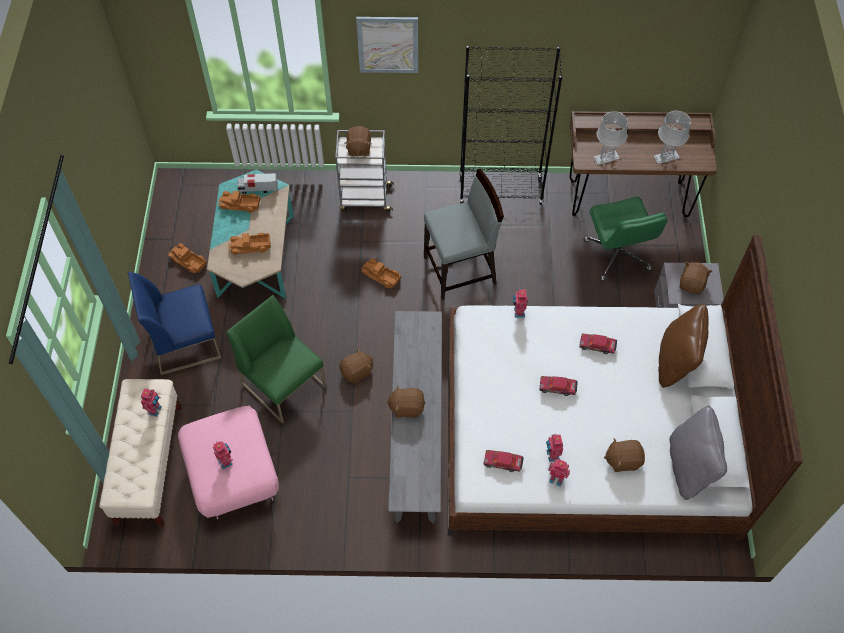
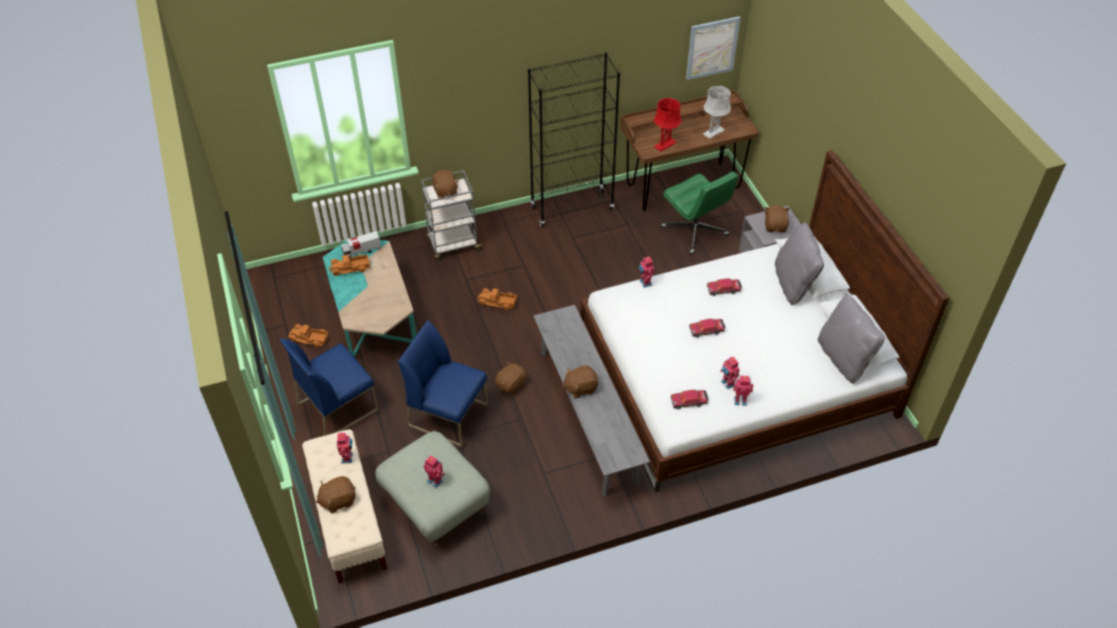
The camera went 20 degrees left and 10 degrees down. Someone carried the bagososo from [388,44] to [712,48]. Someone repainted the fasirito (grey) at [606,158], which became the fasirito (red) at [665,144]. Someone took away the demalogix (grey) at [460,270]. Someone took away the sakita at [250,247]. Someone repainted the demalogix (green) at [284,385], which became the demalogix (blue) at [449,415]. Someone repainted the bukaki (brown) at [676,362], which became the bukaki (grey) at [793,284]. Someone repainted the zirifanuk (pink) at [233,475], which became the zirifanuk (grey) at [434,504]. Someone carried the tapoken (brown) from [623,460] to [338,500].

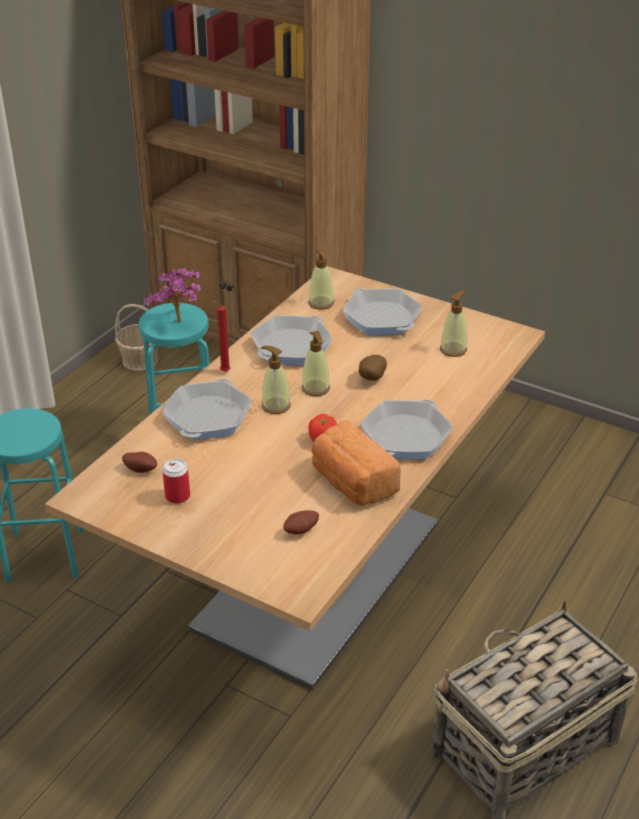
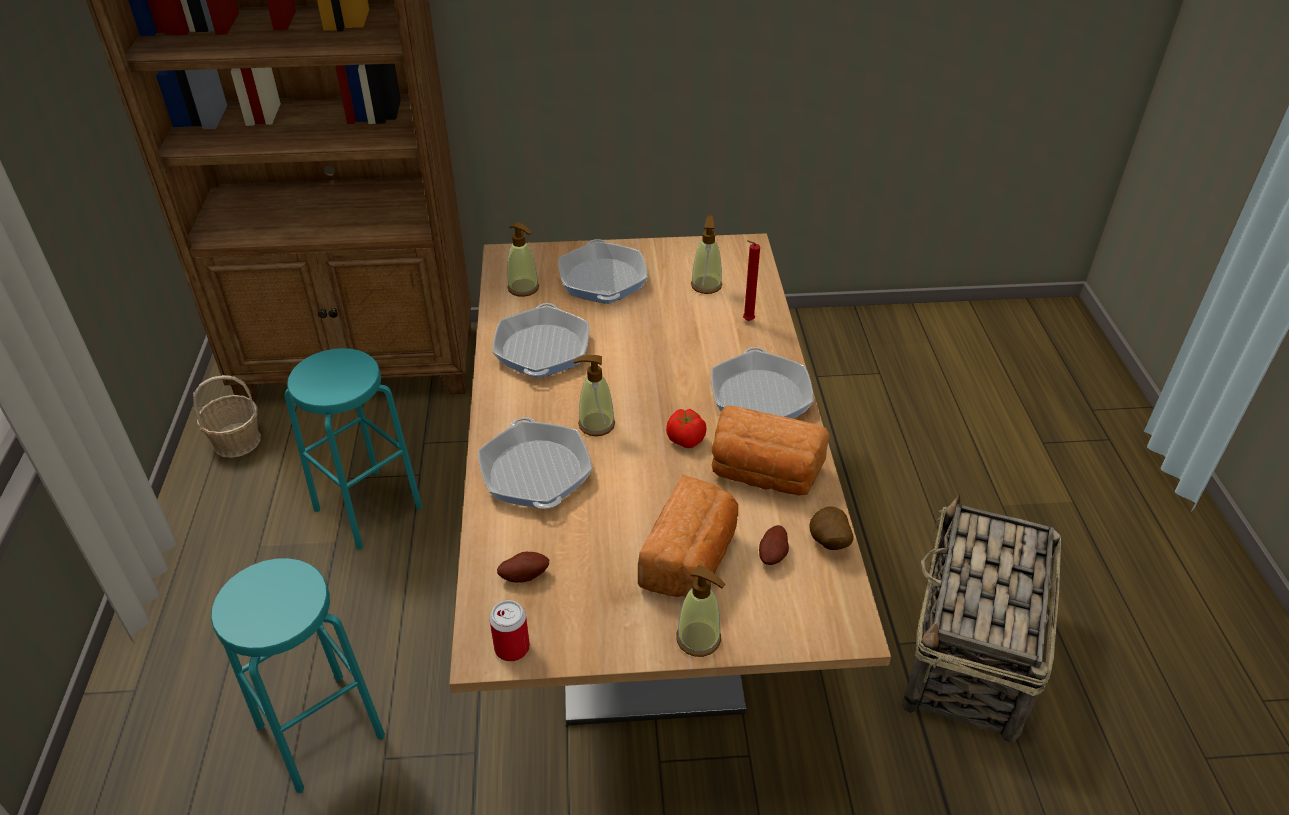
The camera went 35 degrees left and 5 degrees up. Someone took away the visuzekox at [180,324]. Someone rotated the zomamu at [381,318] by 120 degrees counterclockwise. Someone carried the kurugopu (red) from [223,371] to [746,321]. Someone carried the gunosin from [316,389] to [699,639]. Someone carried the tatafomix from [371,379] to [828,543]. Someone carried the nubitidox from [177,496] to [512,648]. Someone put down the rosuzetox at [691,559].

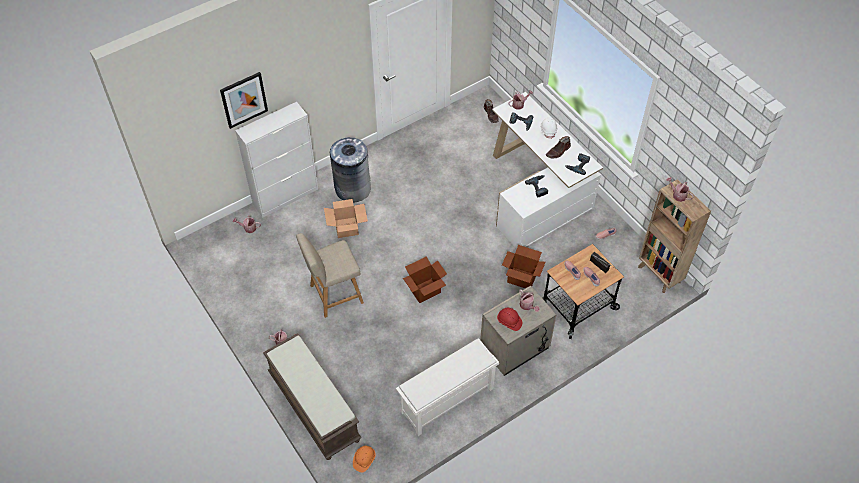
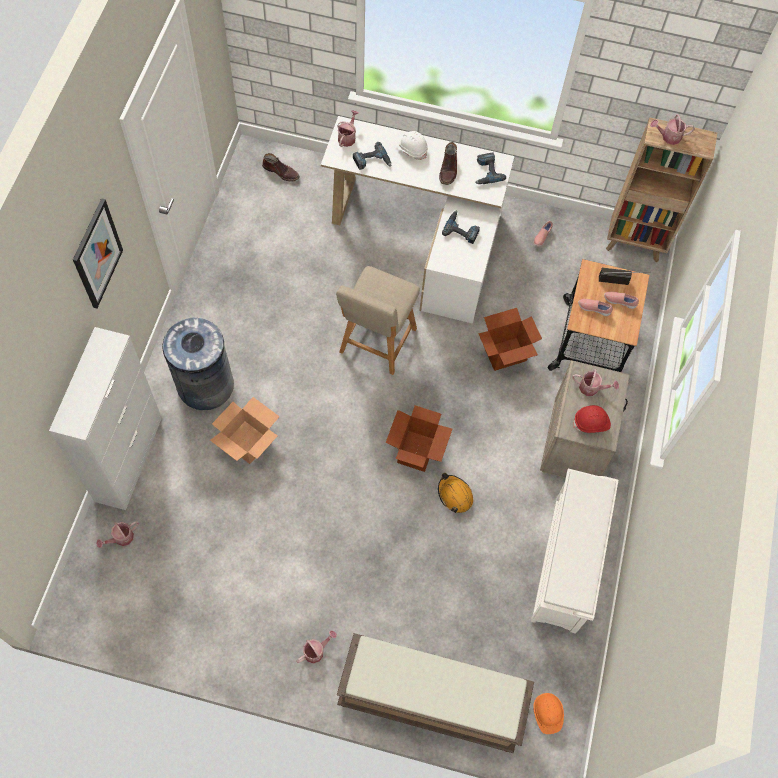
The camera went 45 degrees left and 10 degrees up. Someone carried the bagososo from [244,99] to [97,254]. Someone carried the demalogix (beige) from [334,295] to [376,343]. Someone put down the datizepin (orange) at [455,495].

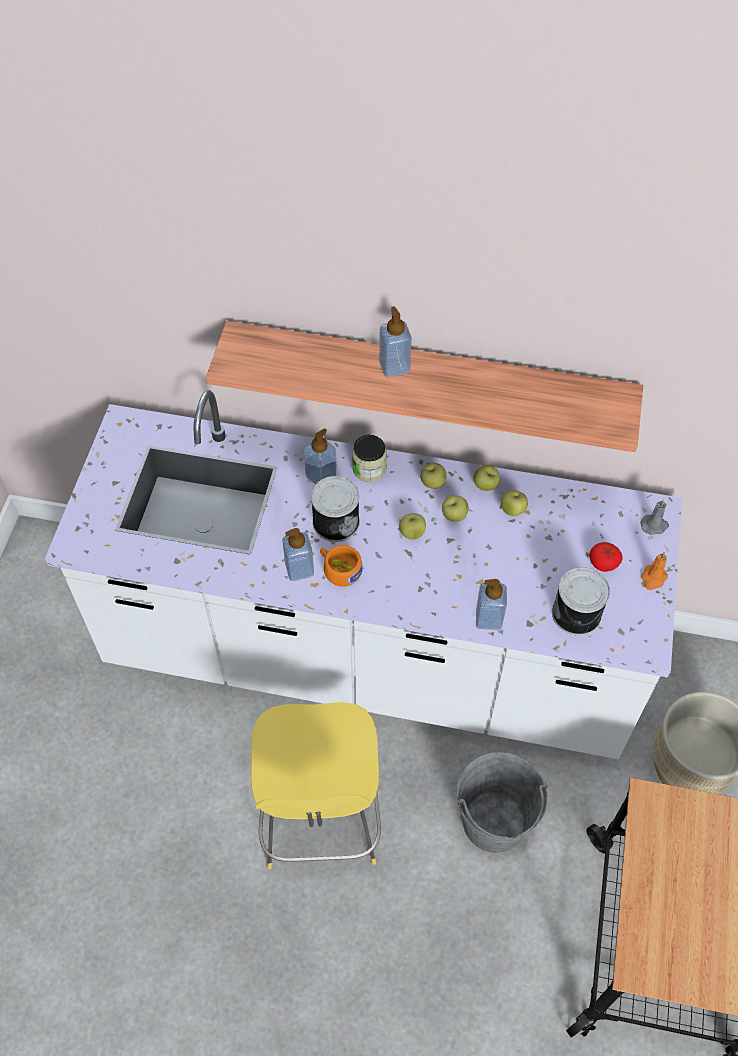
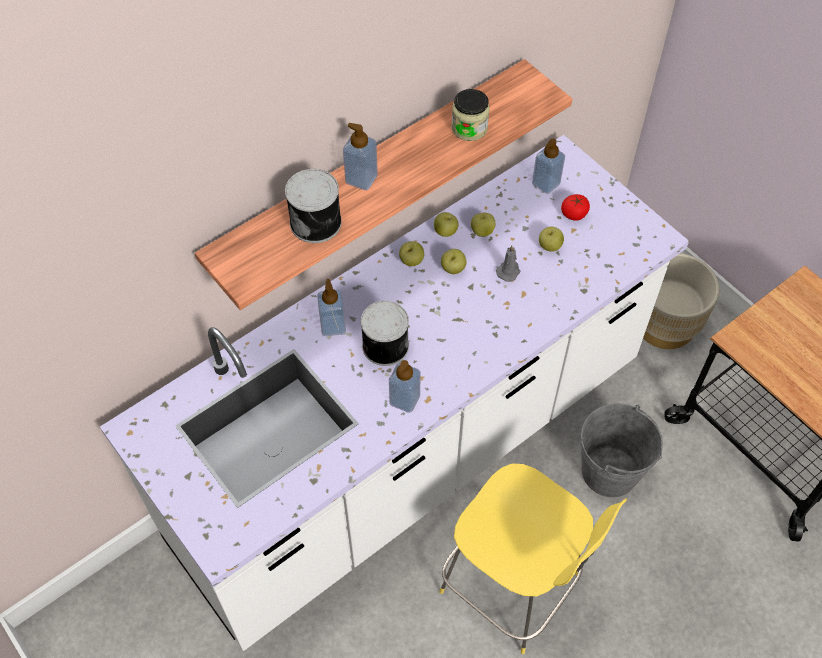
The camera went 50 degrees left and 0 degrees up. Someone carried the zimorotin from [369,468] to [469,128]. Someone carried the kurugopu (grey) from [654,525] to [509,271]. Someone carried the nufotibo from [412,533] to [549,246]. Someone took away the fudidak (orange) at [339,569]. Someone took away the kurugopu (orange) at [653,578]. Someone carried the nubitidox from [577,614] to [317,222]. Someone carried the gunosin from [488,618] to [546,183].

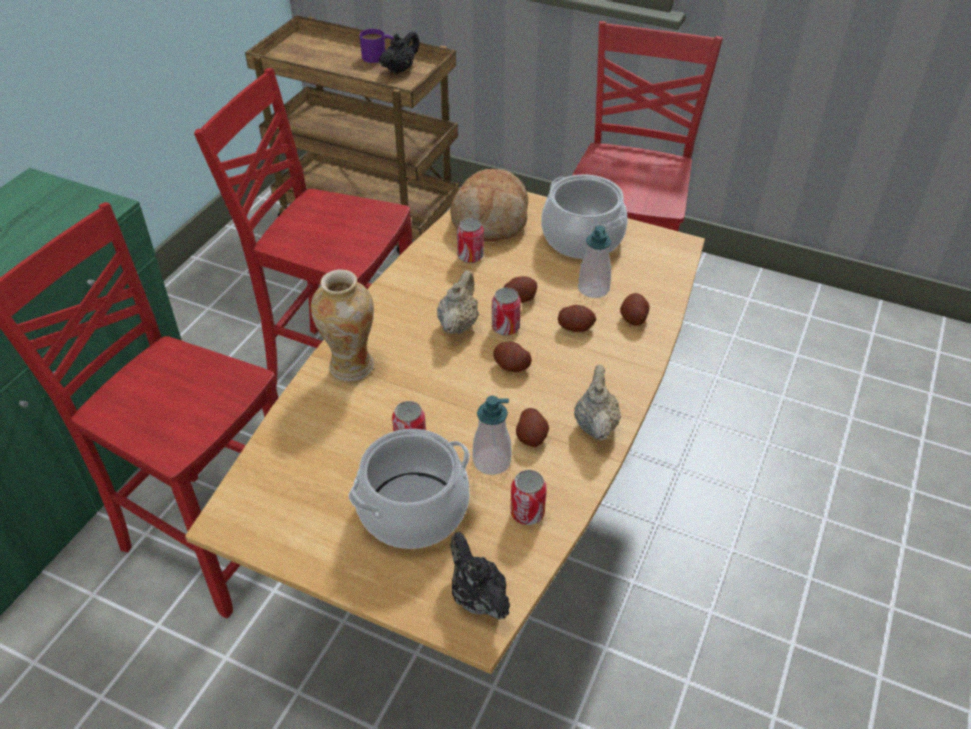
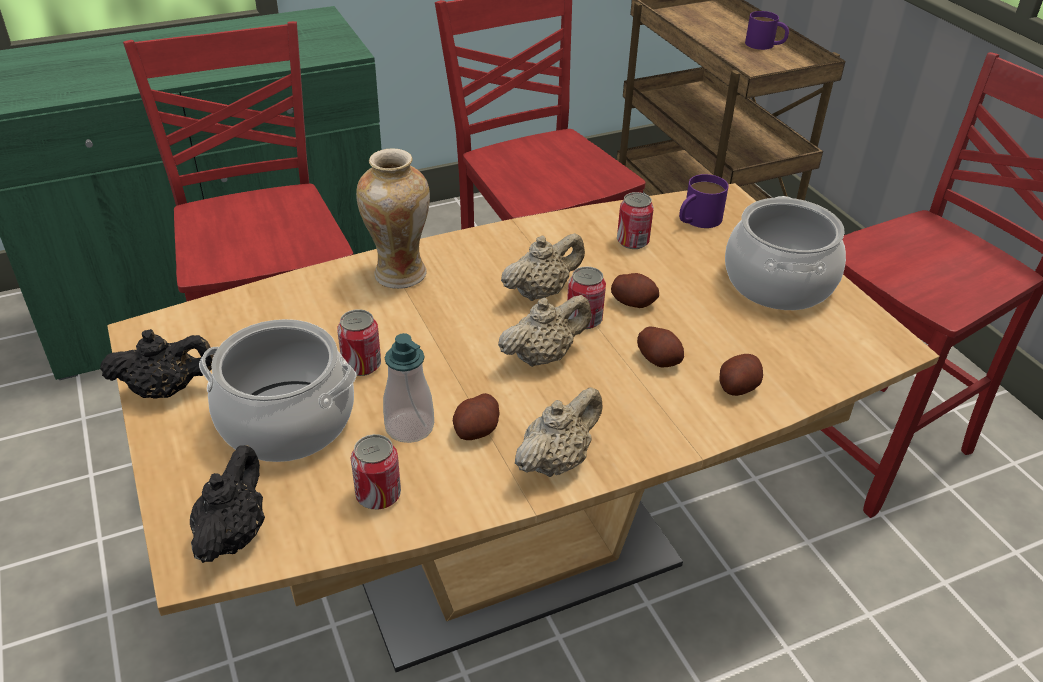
The camera went 40 degrees right and 5 degrees down. Someone carried the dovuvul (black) from [400,70] to [166,390]. Someone swapped the rosuzetox at [490,219] for the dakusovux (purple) at [697,220]. Someone took away the gunosin at [593,289]. Someone swapped the tatafomix at [511,366] for the dovuvul (beige) at [543,356].

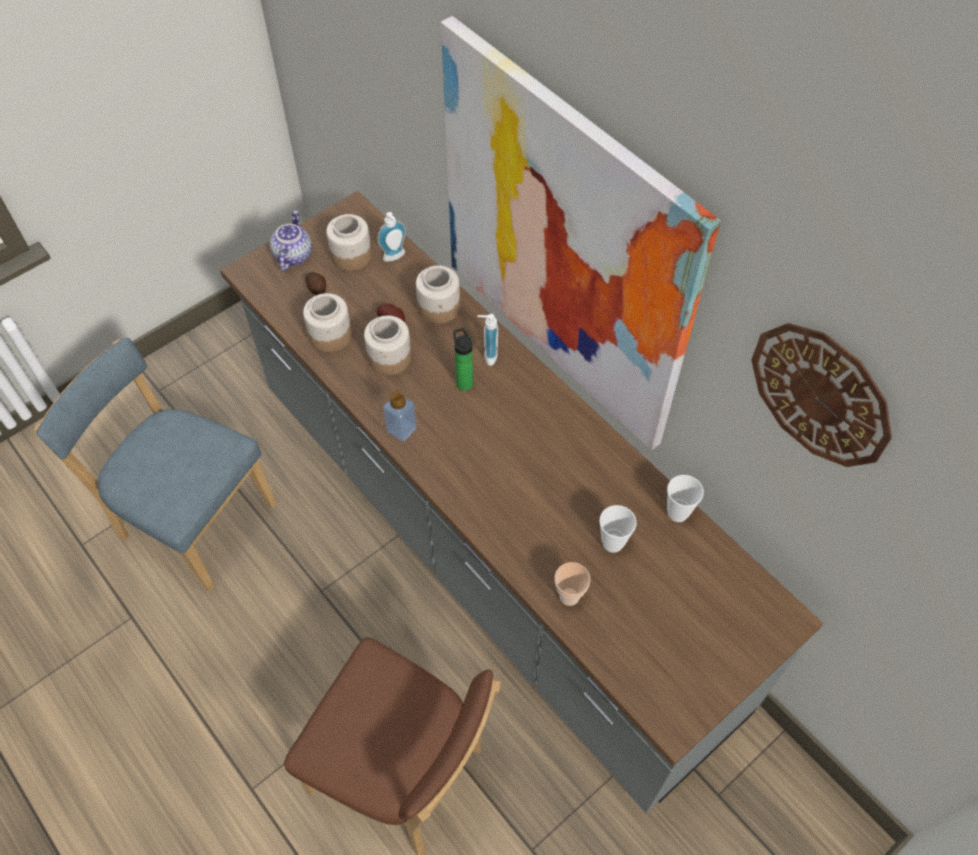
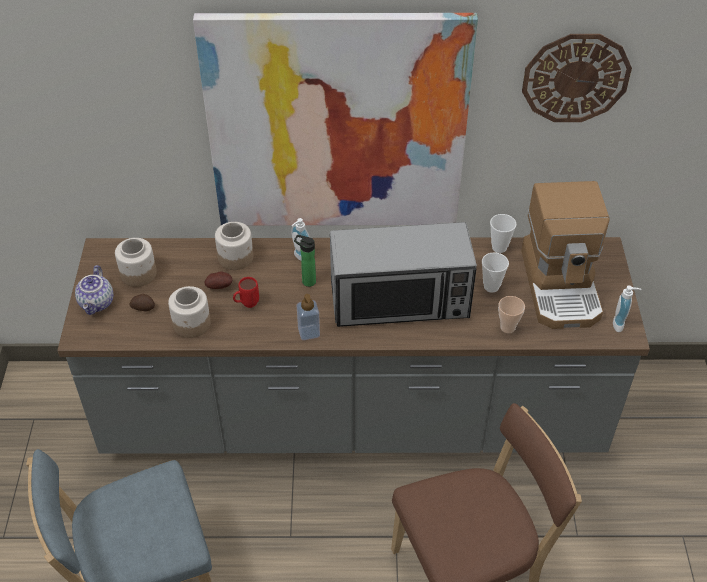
The camera went 50 degrees left and 10 degrees down. Someone rotated the dovuvul at [292,255] by 135 degrees counterclockwise. Someone carried the gunosin from [395,257] to [621,324]. Someone swapped the zimorotin at [390,357] for the dakusovux (red) at [246,304]. Someone put down the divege at [561,286]. Someone put down the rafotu at [400,300].

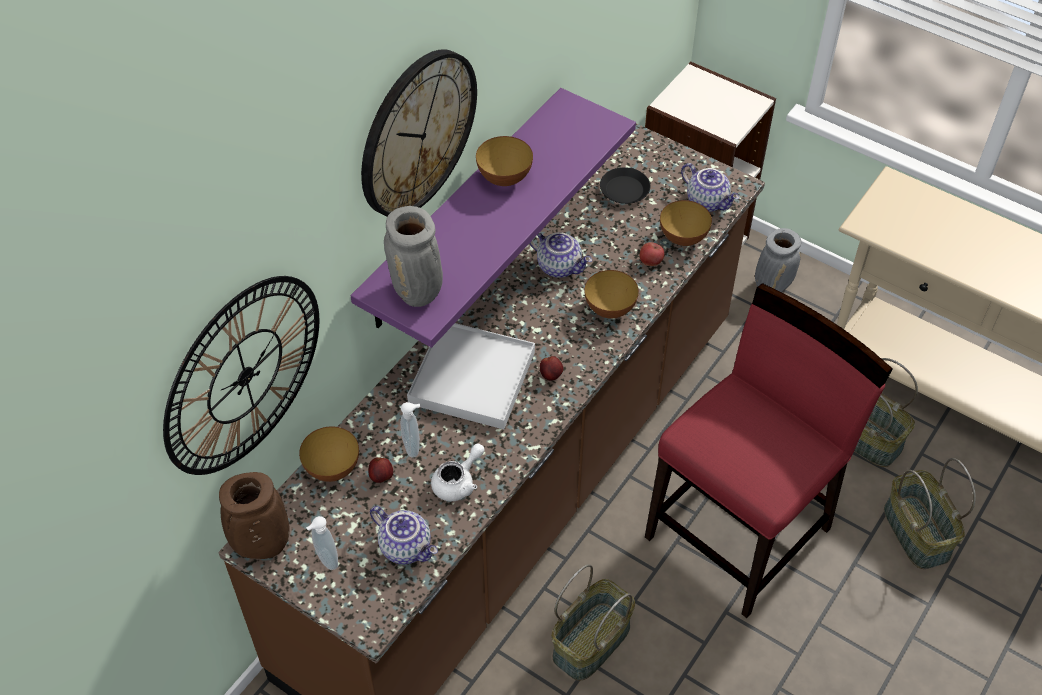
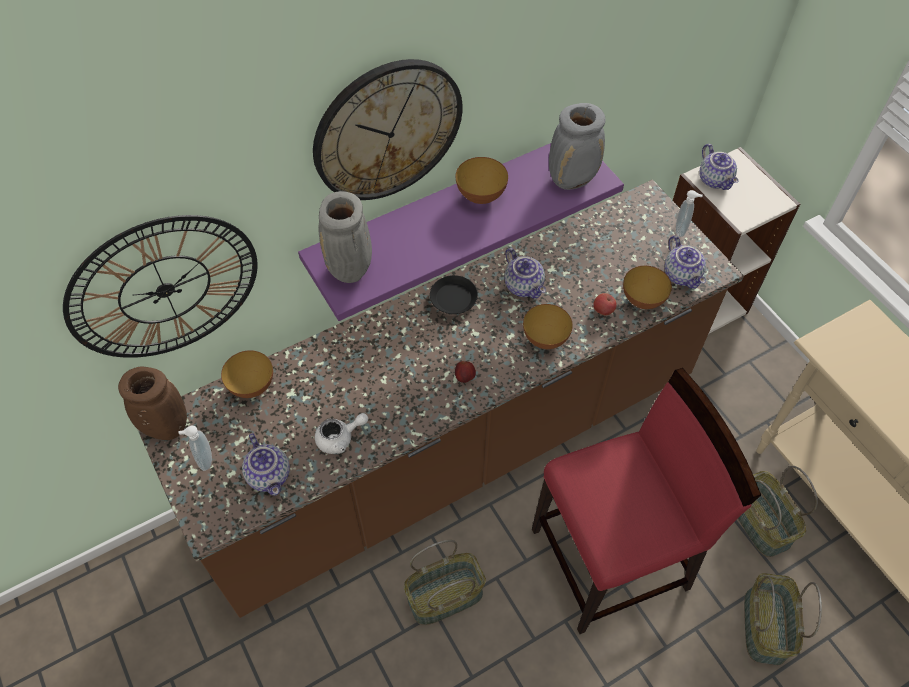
The camera went 25 degrees right and 5 degrees up. Someone carried the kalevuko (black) from [624,190] to [453,298]. Someone carried the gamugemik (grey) from [772,286] to [572,179]. Someone took away the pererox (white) at [471,378]. Someone carried the gunosin from [413,446] to [682,230]. Someone took away the nufotibo at [381,477]. Someone put down the dovuvul at [715,180].

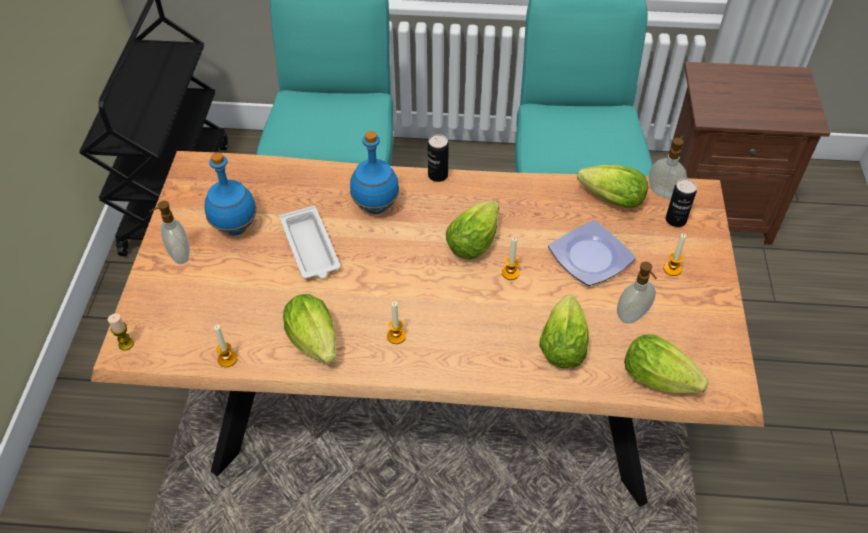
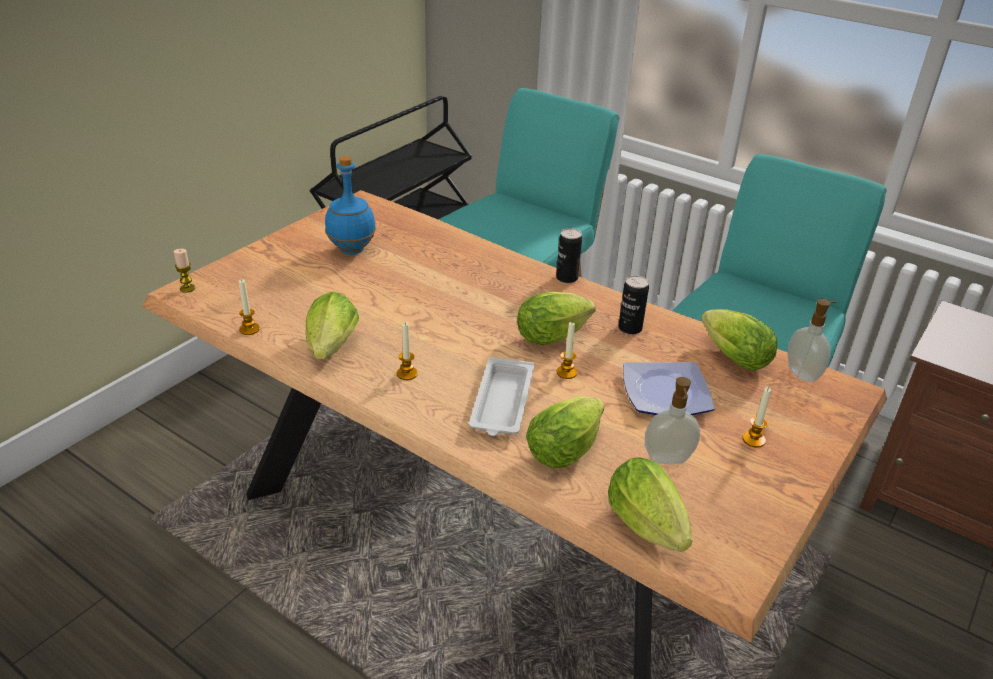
The camera went 30 degrees right and 15 degrees down. Someone took away the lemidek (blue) at [375,207]. Someone carried the nubitidox from [675,220] to [630,328]. Someone took away the gunosin at [179,255]. Someone carried the pererox (white) from [310,248] to [502,403].

